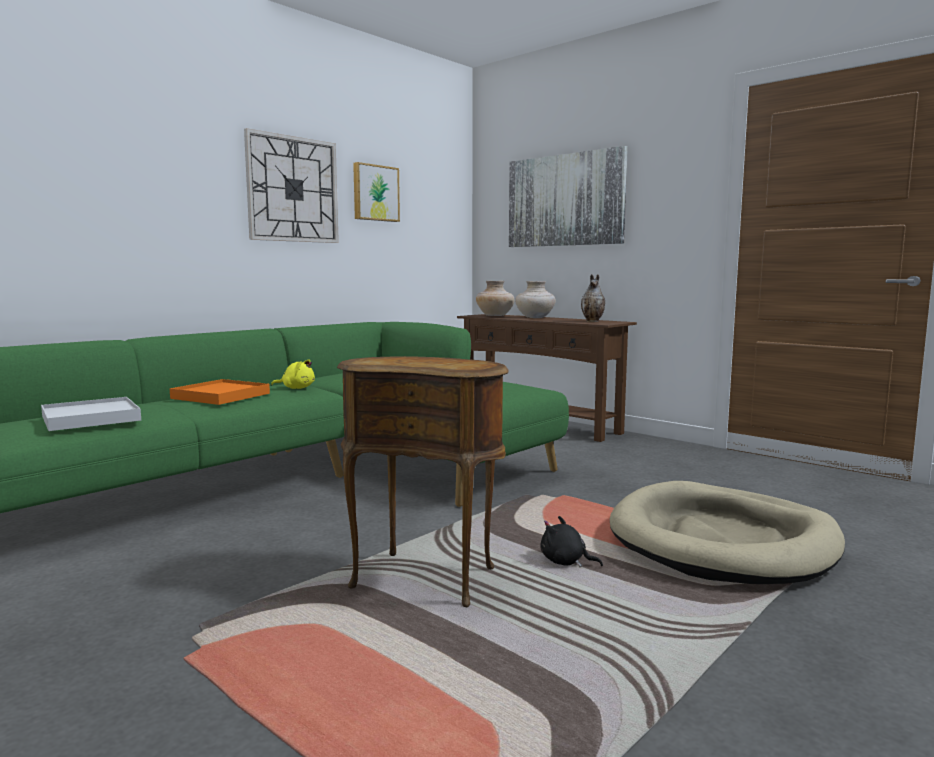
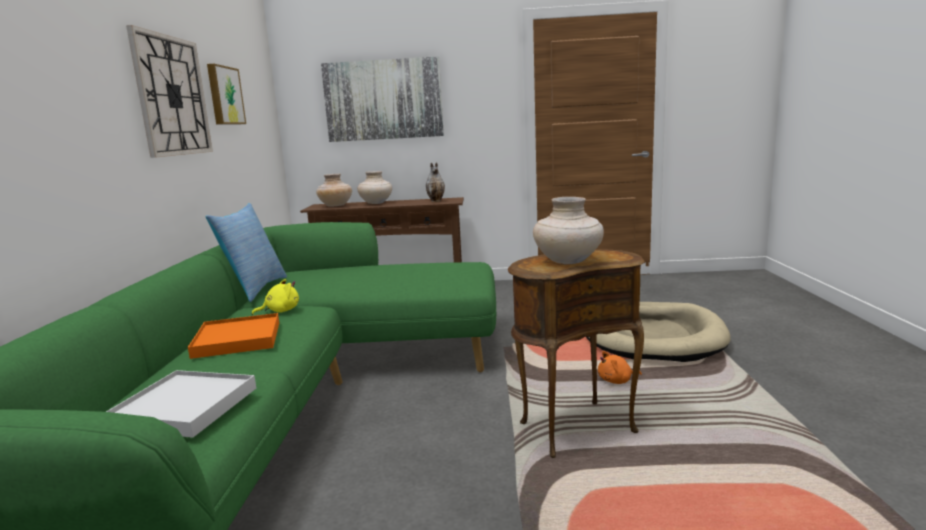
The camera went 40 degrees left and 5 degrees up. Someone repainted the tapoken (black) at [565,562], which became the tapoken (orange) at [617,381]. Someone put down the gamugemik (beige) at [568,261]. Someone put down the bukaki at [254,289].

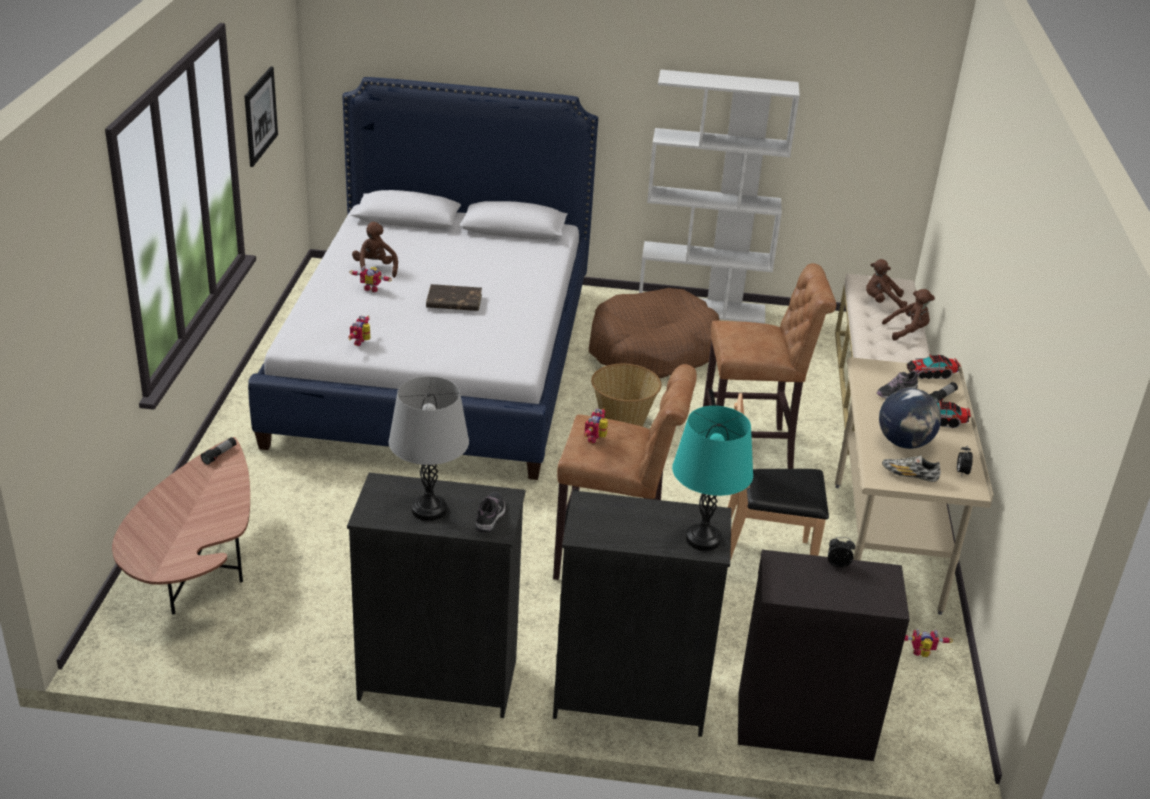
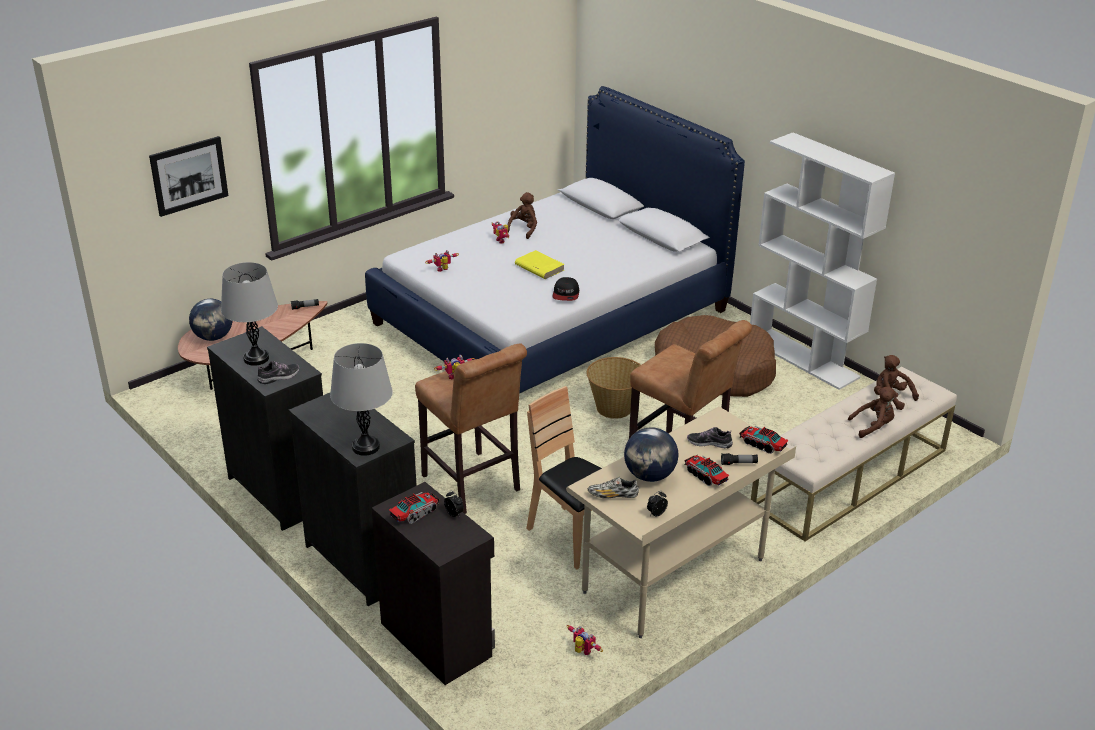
The camera went 45 degrees right and 0 degrees up. Someone carried the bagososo from [260,116] to [189,175]. Someone repainted the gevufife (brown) at [453,301], which became the gevufife (yellow) at [539,267]. Someone rotated the tapoken (brown) at [907,331] by 45 degrees counterclockwise. Someone repainted the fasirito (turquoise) at [703,539], which became the fasirito (grey) at [365,447]. Someone rotated the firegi at [909,475] by 60 degrees counterclockwise. Someone put down the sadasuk at [566,294]. Someone put down the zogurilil at [213,337]. Someone put down the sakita at [415,513].

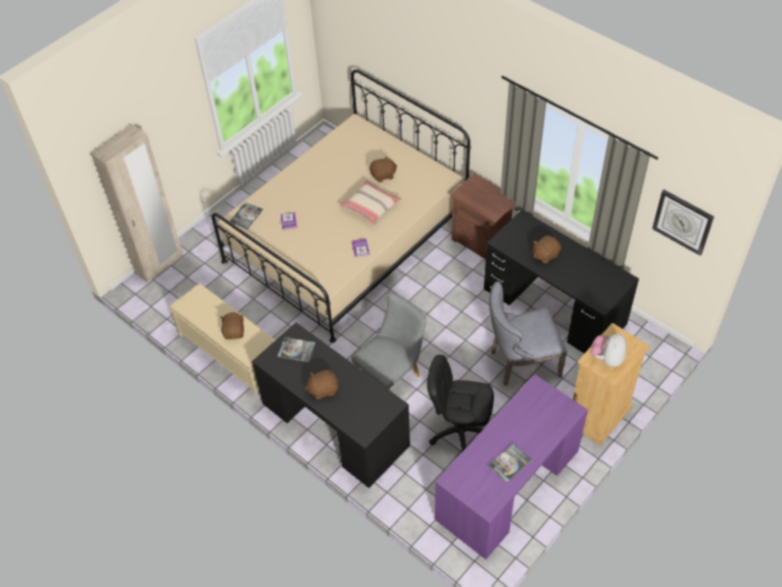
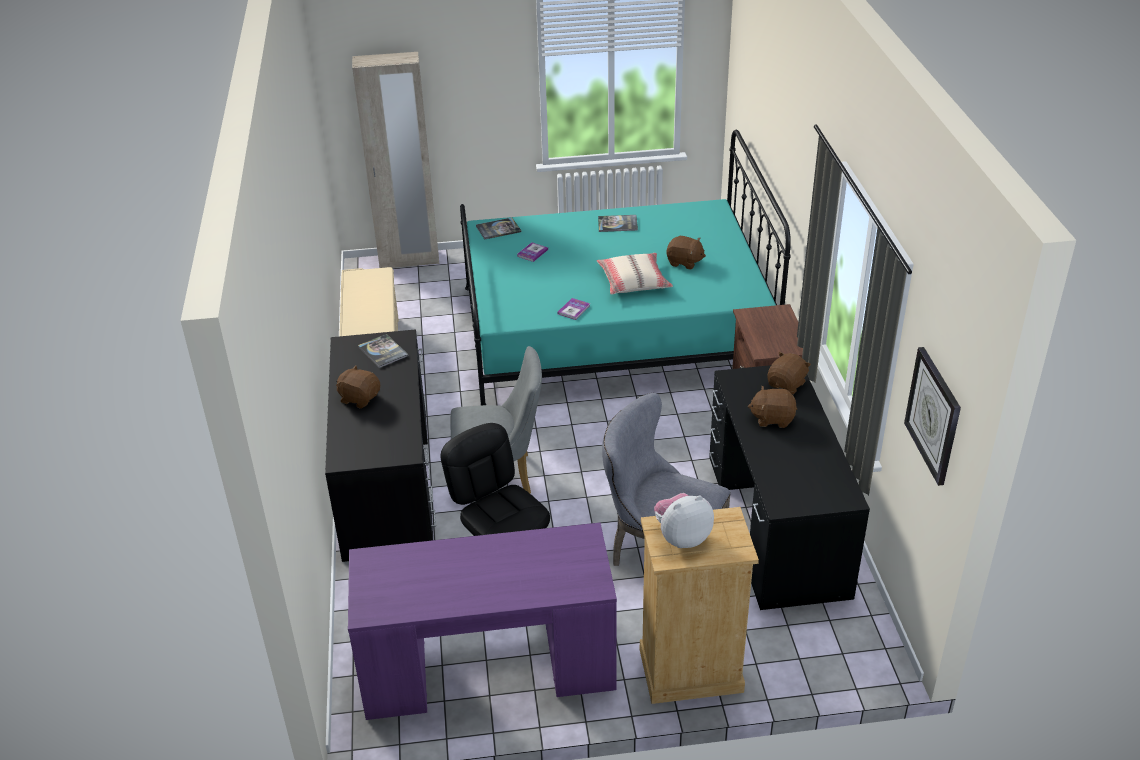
The camera went 40 degrees right and 15 degrees down. Someone repainted the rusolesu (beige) at [346,239], which became the rusolesu (turquoise) at [613,331]. Someone carried the tapoken (brown) from [234,332] to [787,384]. Someone carried the gevufife from [510,463] to [617,224].

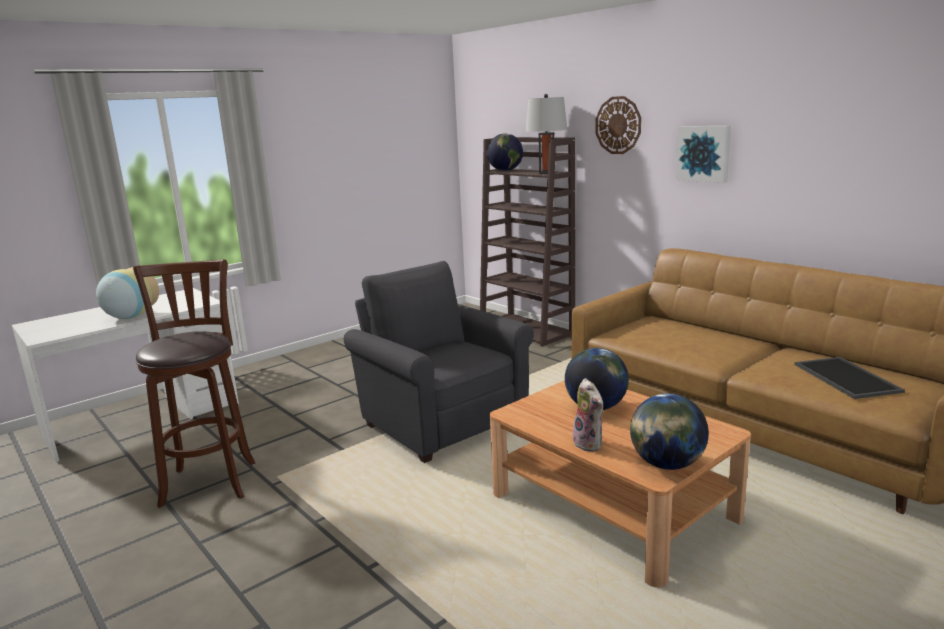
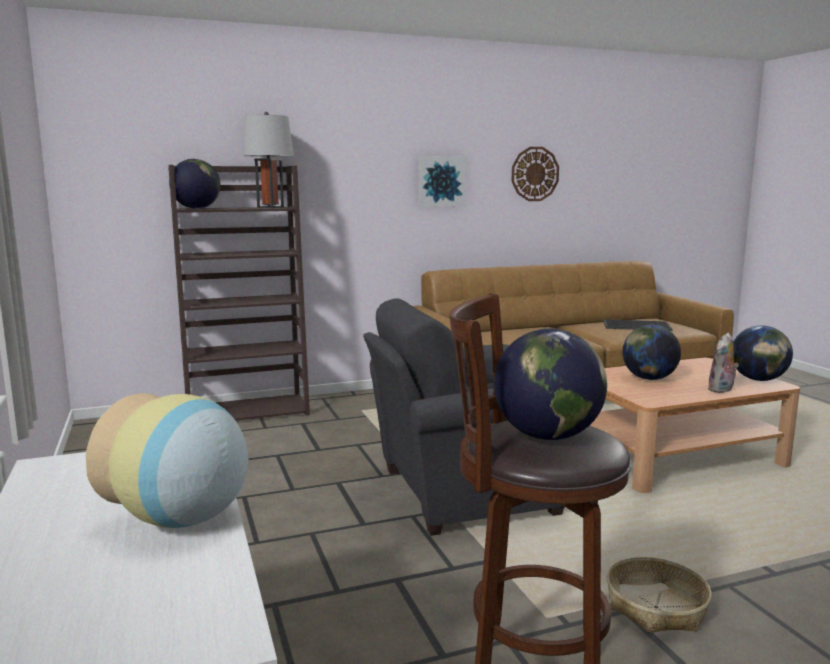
The camera went 70 degrees left and 5 degrees down. Someone carried the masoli from [618,125] to [534,174]. Someone rotated the tapoken at [590,444] by 135 degrees clockwise. Someone put down the zogurilil at [548,436]. Someone put down the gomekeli at [655,607].

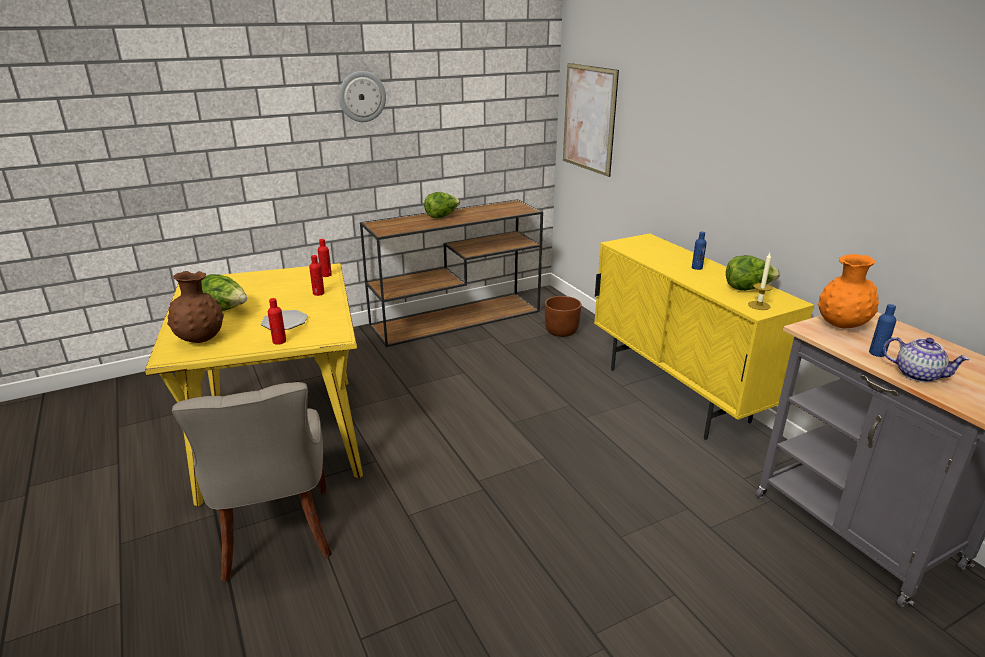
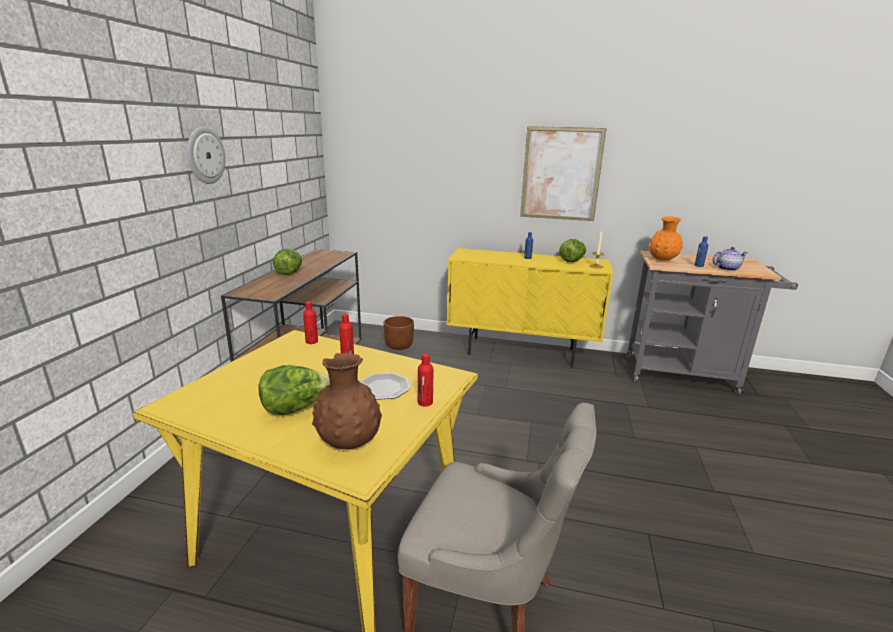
The camera went 50 degrees left and 5 degrees down. Someone carried the bagososo from [589,118] to [561,174].

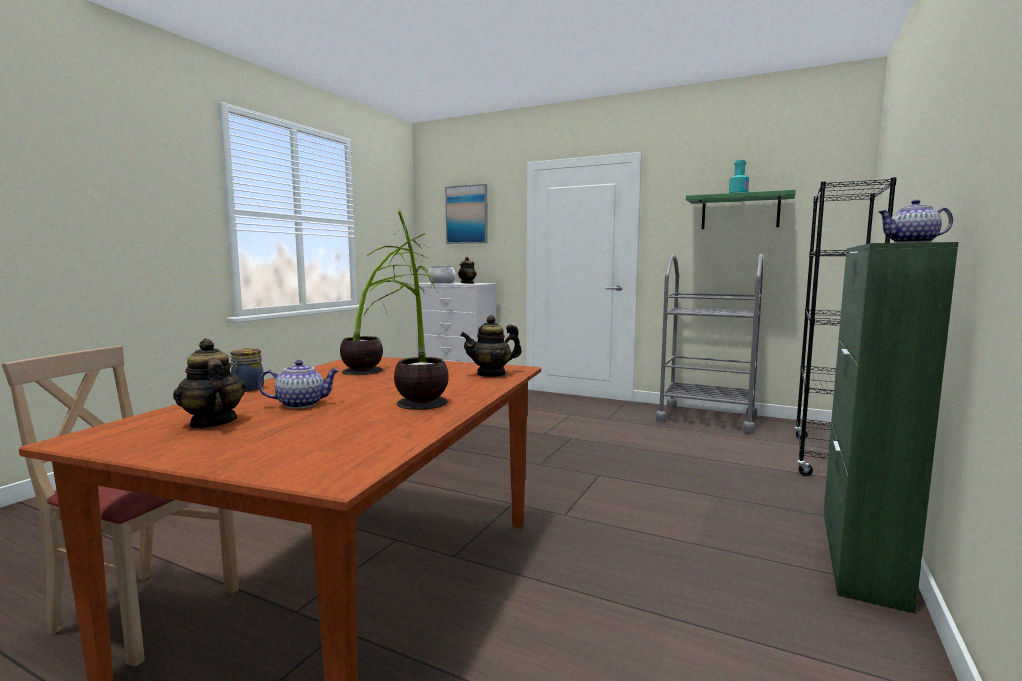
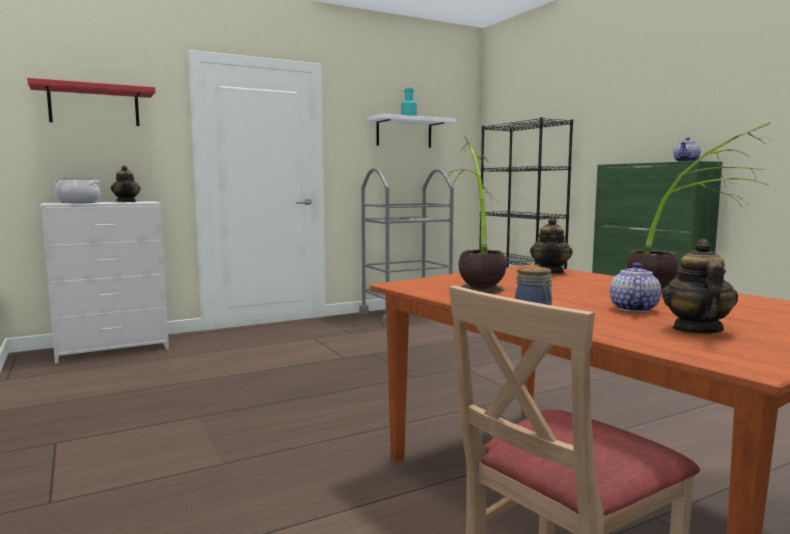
The camera went 55 degrees left and 0 degrees up. Someone swapped the bagososo at [467,214] for the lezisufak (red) at [94,106]. Someone repainted the lezisufak (green) at [740,212], which became the lezisufak (white) at [404,132]. Someone rotated the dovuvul at [212,422] by 105 degrees clockwise.

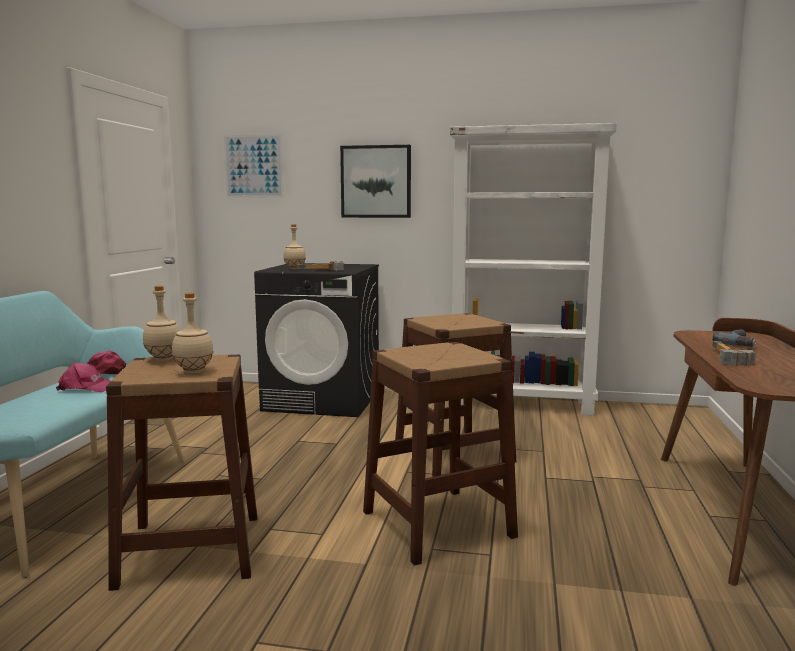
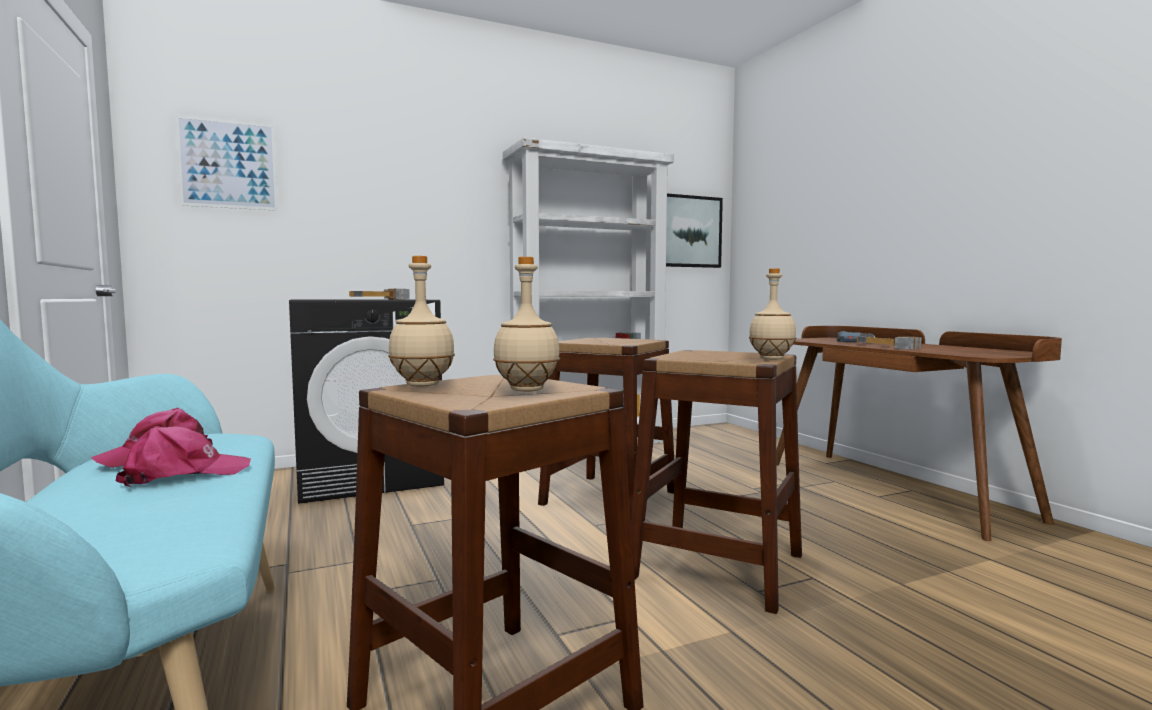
The camera went 35 degrees left and 5 degrees down. Someone carried the bagososo from [376,182] to [690,231]. Someone carried the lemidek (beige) from [294,269] to [771,359].

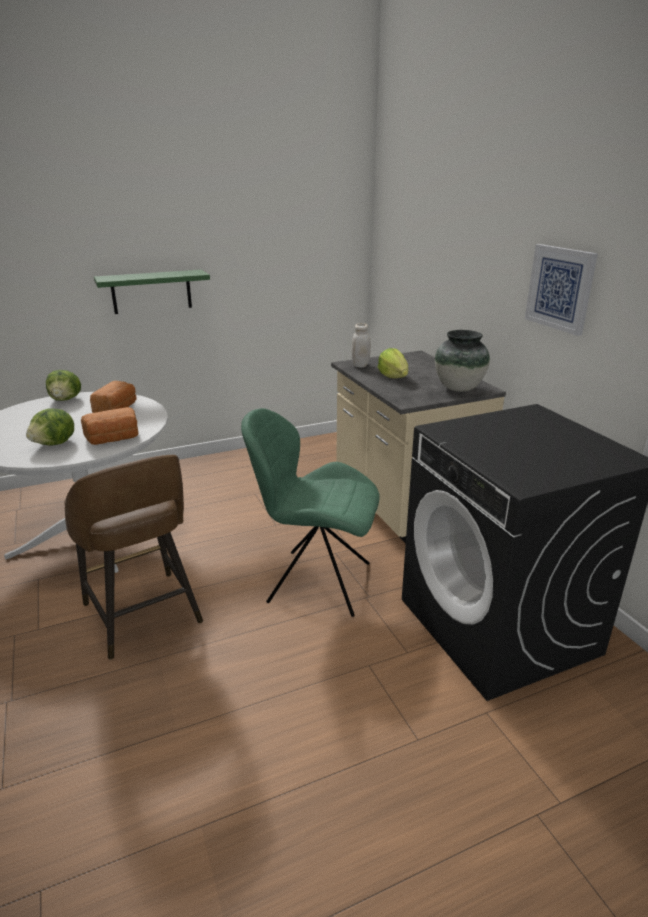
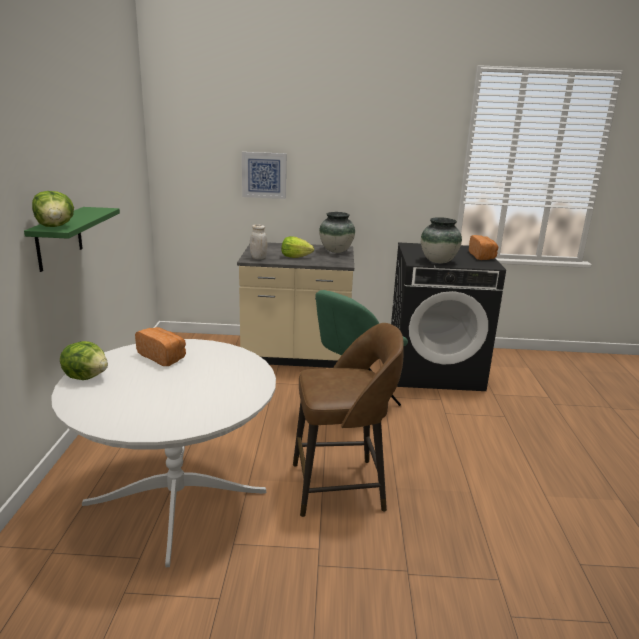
The camera went 65 degrees left and 5 degrees down. Someone carried the bagososo from [560,288] to [264,175]. Someone carried the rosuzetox from [113,439] to [482,256]. Someone carried the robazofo from [55,444] to [55,226]. Someone put down the gamugemik at [438,261].

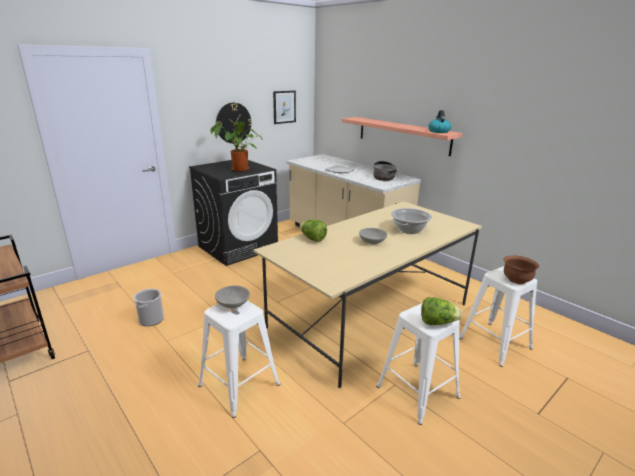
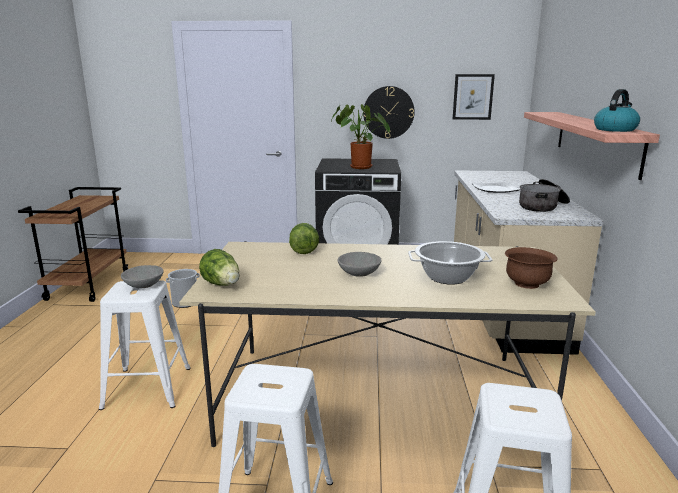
The camera went 45 degrees right and 5 degrees down. Someone carried the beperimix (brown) from [516,280] to [527,284]. Someone carried the robazofo from [437,322] to [222,285].

